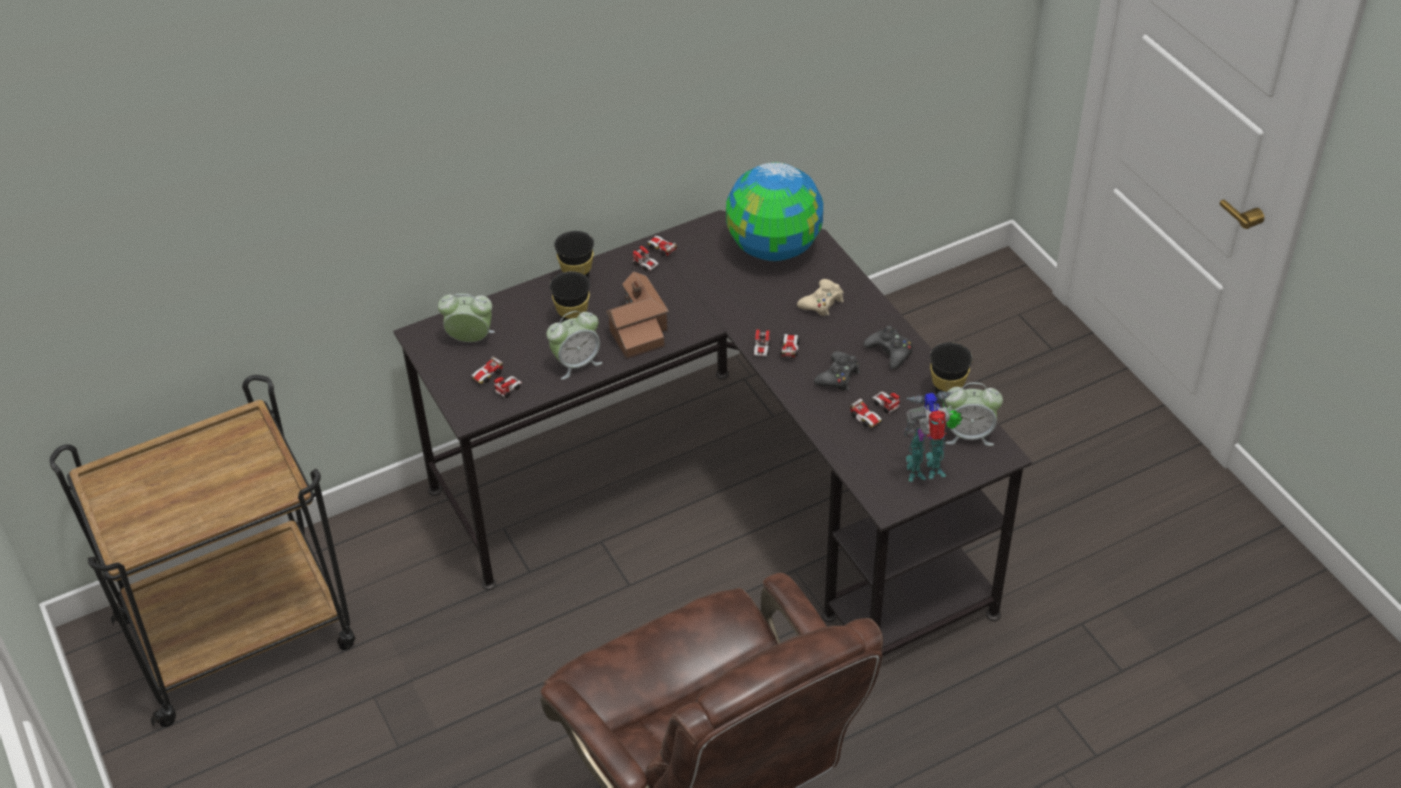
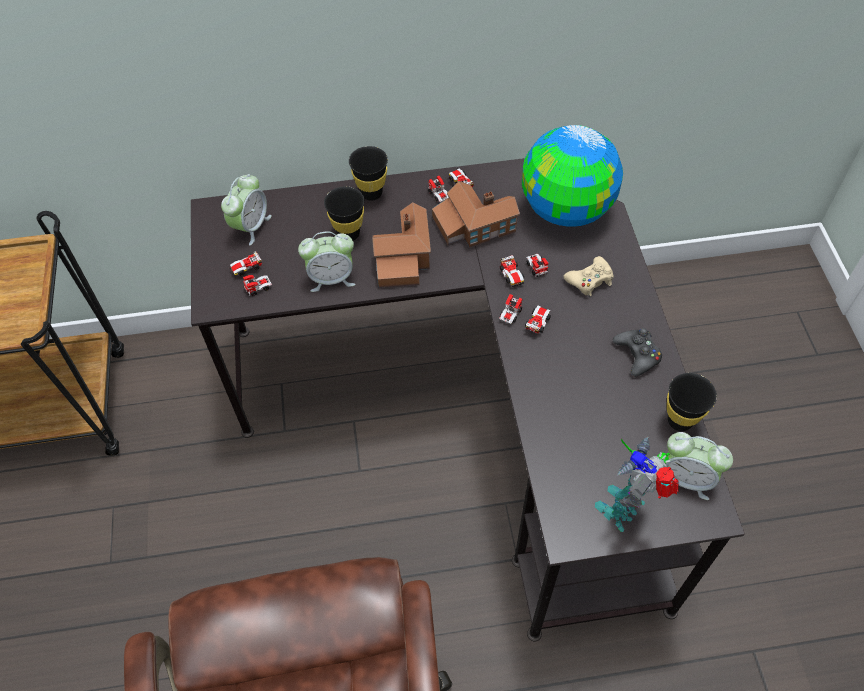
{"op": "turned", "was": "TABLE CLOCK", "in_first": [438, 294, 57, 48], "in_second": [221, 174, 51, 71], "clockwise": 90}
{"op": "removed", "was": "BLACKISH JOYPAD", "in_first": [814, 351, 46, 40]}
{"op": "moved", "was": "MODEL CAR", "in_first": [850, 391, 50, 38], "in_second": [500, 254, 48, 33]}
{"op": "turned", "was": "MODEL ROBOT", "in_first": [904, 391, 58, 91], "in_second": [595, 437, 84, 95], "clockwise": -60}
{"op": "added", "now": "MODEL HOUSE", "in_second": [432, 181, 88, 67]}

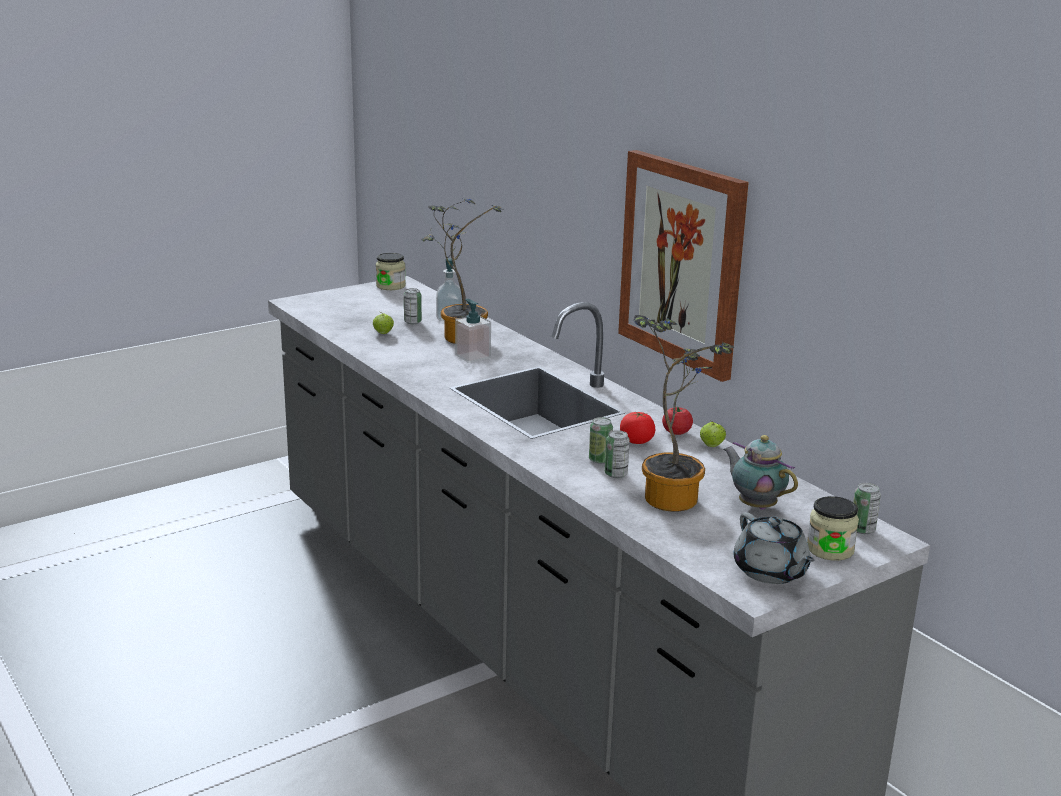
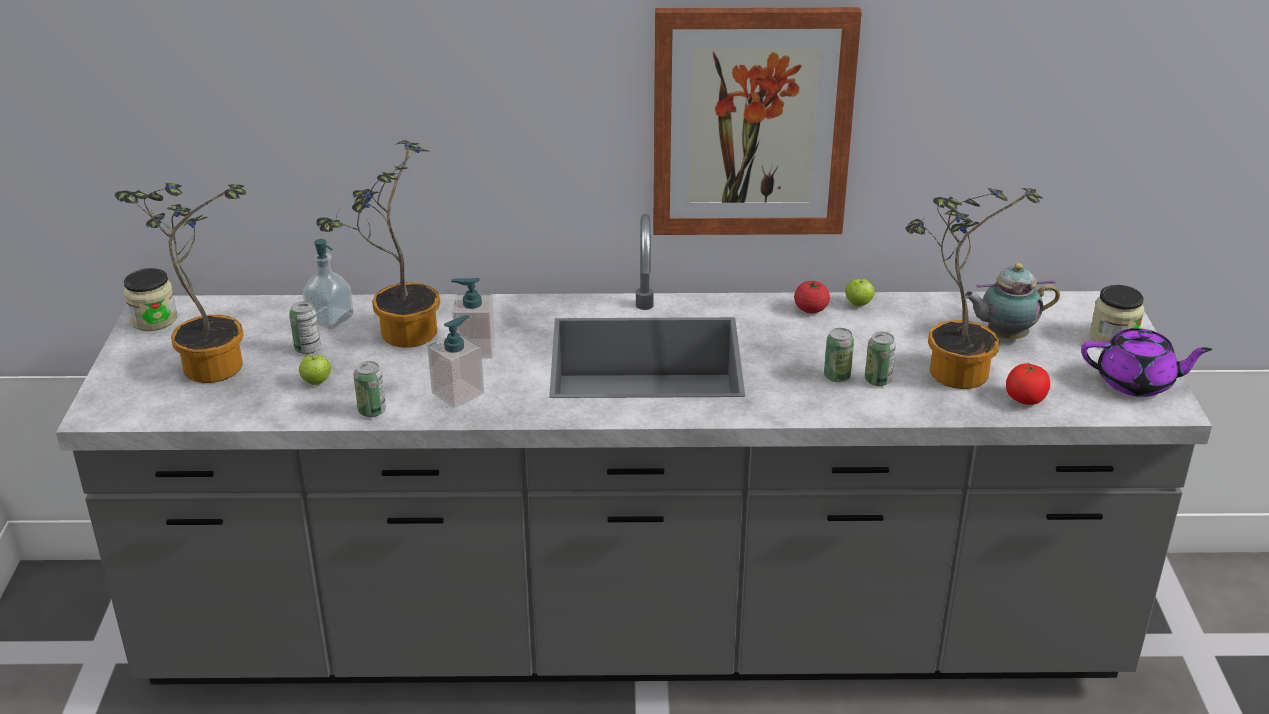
{"op": "moved", "was": "TOMATO", "in_first": [620, 412, 35, 32], "in_second": [1006, 363, 44, 42]}
{"op": "moved", "was": "CAN", "in_first": [853, 483, 28, 51], "in_second": [353, 361, 33, 56]}
{"op": "recoloured", "was": "GREY TEAPOT", "now": "PURPLE TEAPOT", "in_first": [734, 512, 81, 72], "in_second": [1081, 328, 131, 69]}
{"op": "added", "now": "PLANT IN A POT", "in_second": [115, 183, 131, 200]}
{"op": "added", "now": "SOAP DISPENSER", "in_second": [428, 315, 56, 93]}

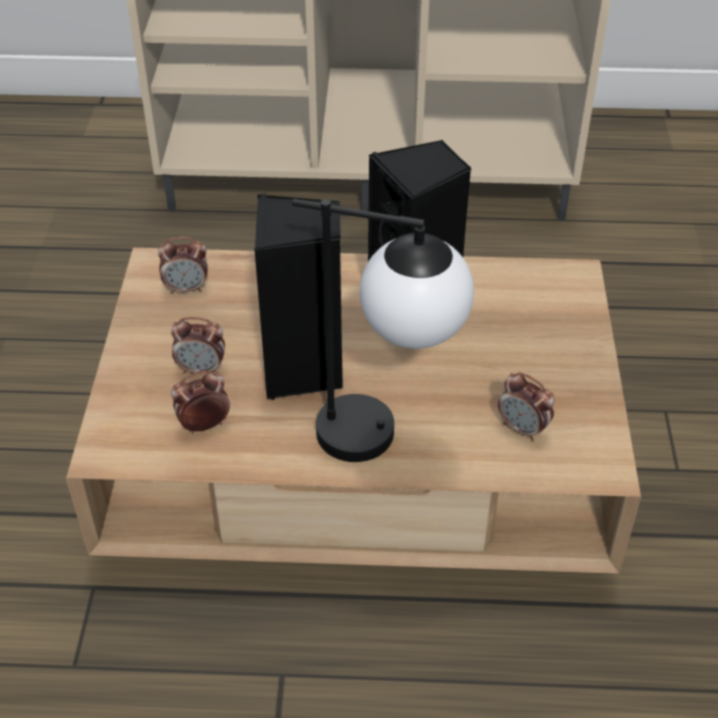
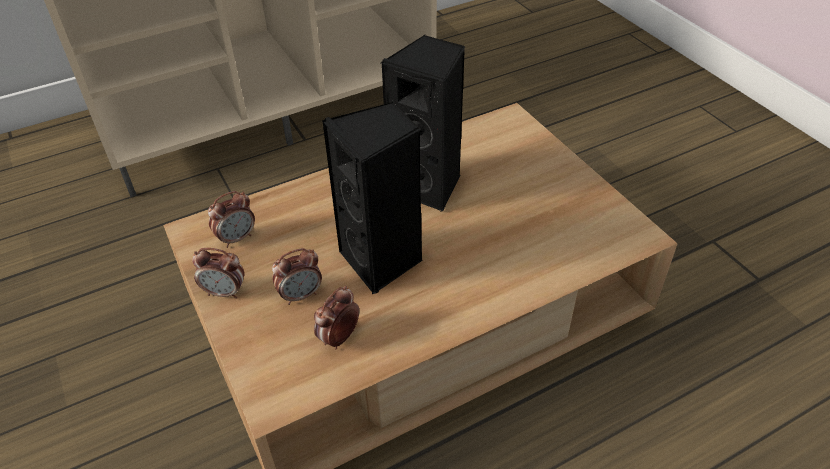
{"op": "removed", "was": "TABLE LAMP", "in_first": [292, 199, 182, 263]}
{"op": "moved", "was": "TABLE CLOCK", "in_first": [498, 372, 57, 69], "in_second": [192, 248, 53, 51]}

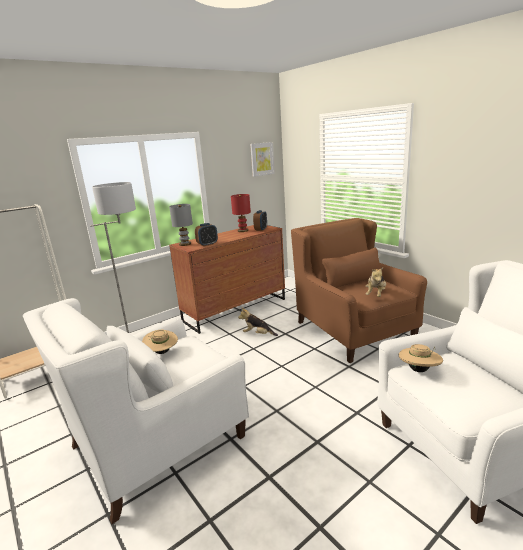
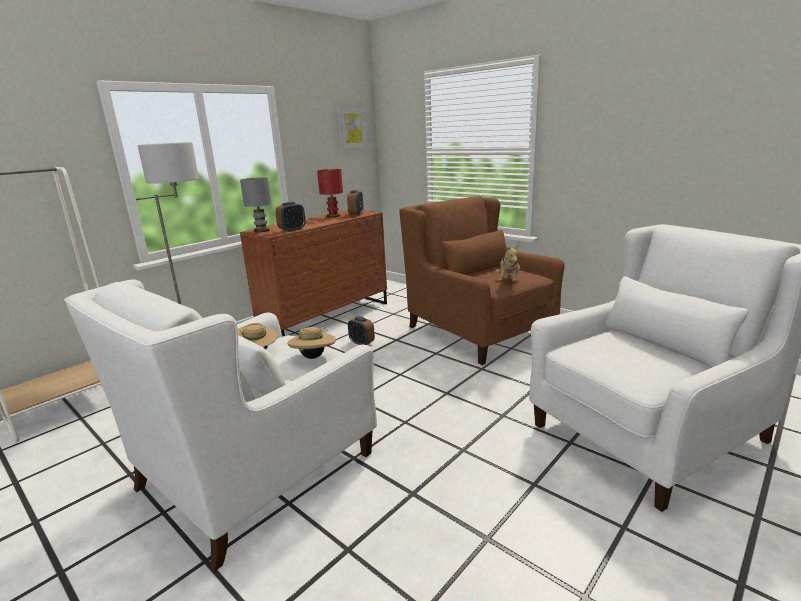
{"op": "replaced", "was": "CUDDLY TOY", "now": "TABLE CLOCK", "in_first": [238, 307, 40, 29], "in_second": [348, 316, 27, 29]}
{"op": "moved", "was": "SAND-COLOURED HAT", "in_first": [399, 344, 44, 28], "in_second": [287, 327, 49, 32]}

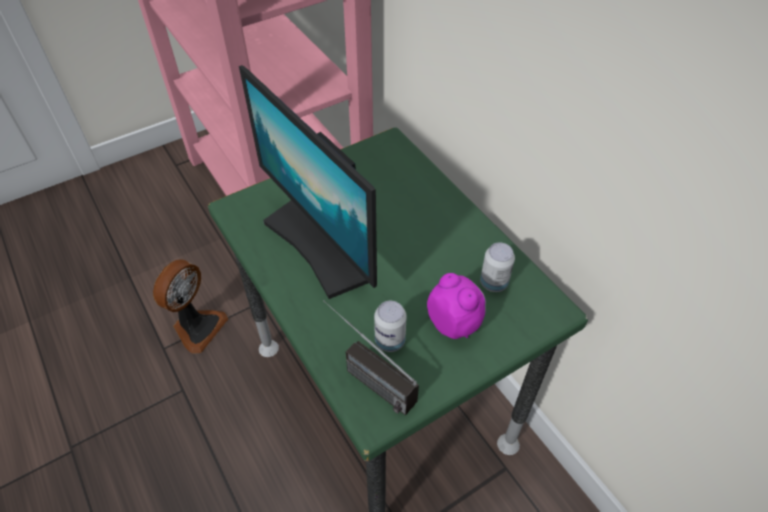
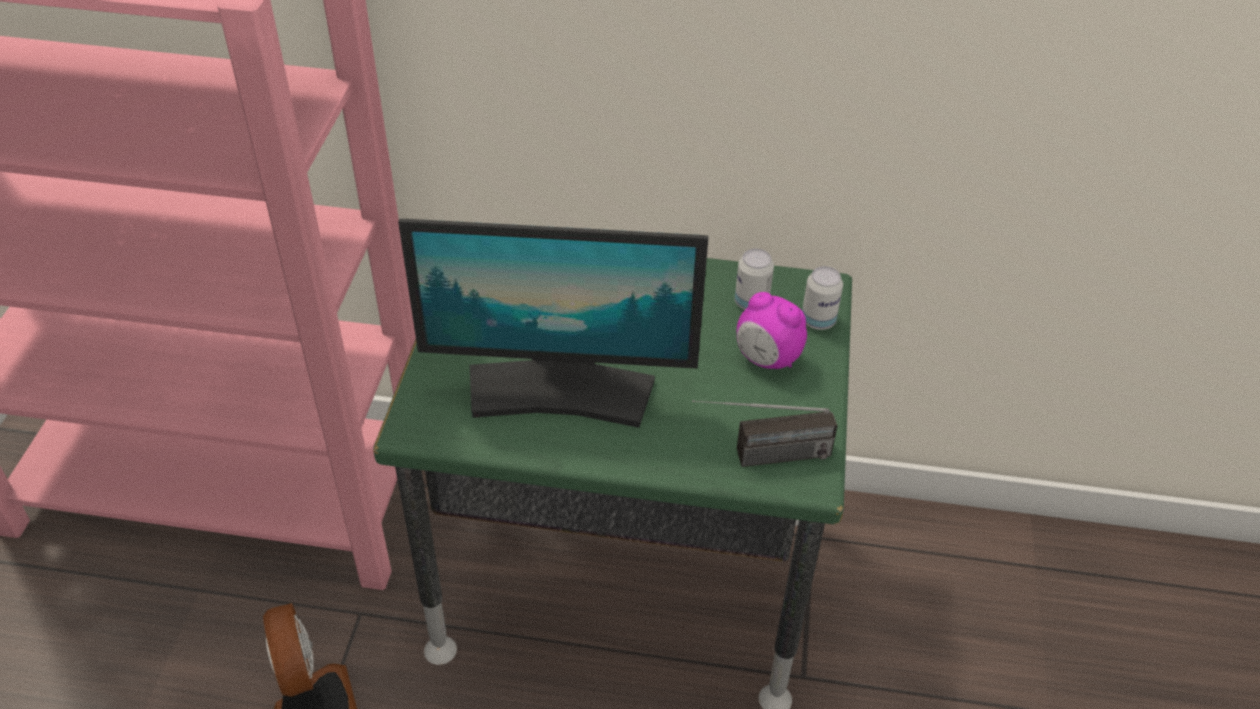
{"op": "turned", "was": "TABLE CLOCK", "in_first": [427, 273, 59, 66], "in_second": [737, 292, 70, 77], "clockwise": -150}
{"op": "moved", "was": "CAN", "in_first": [374, 301, 33, 51], "in_second": [802, 266, 41, 64]}

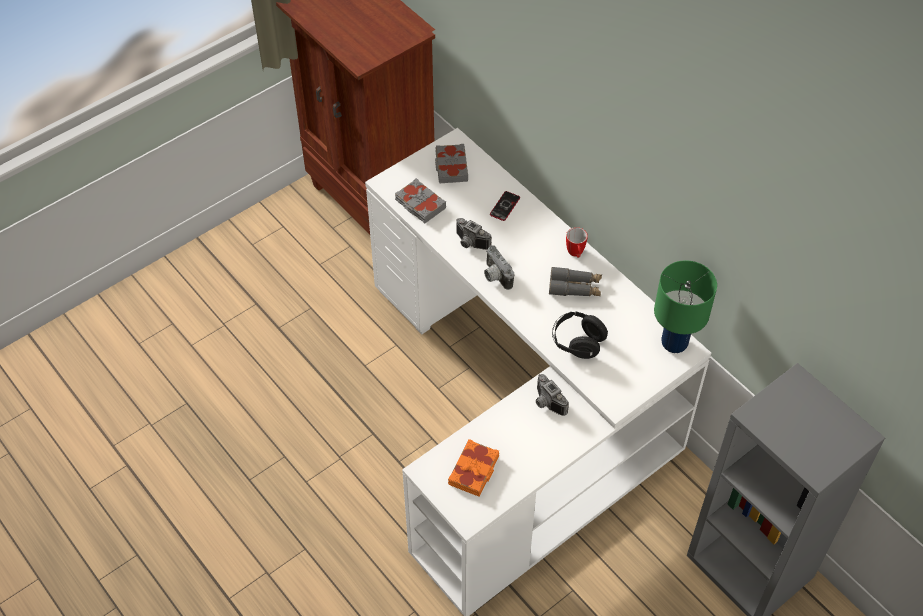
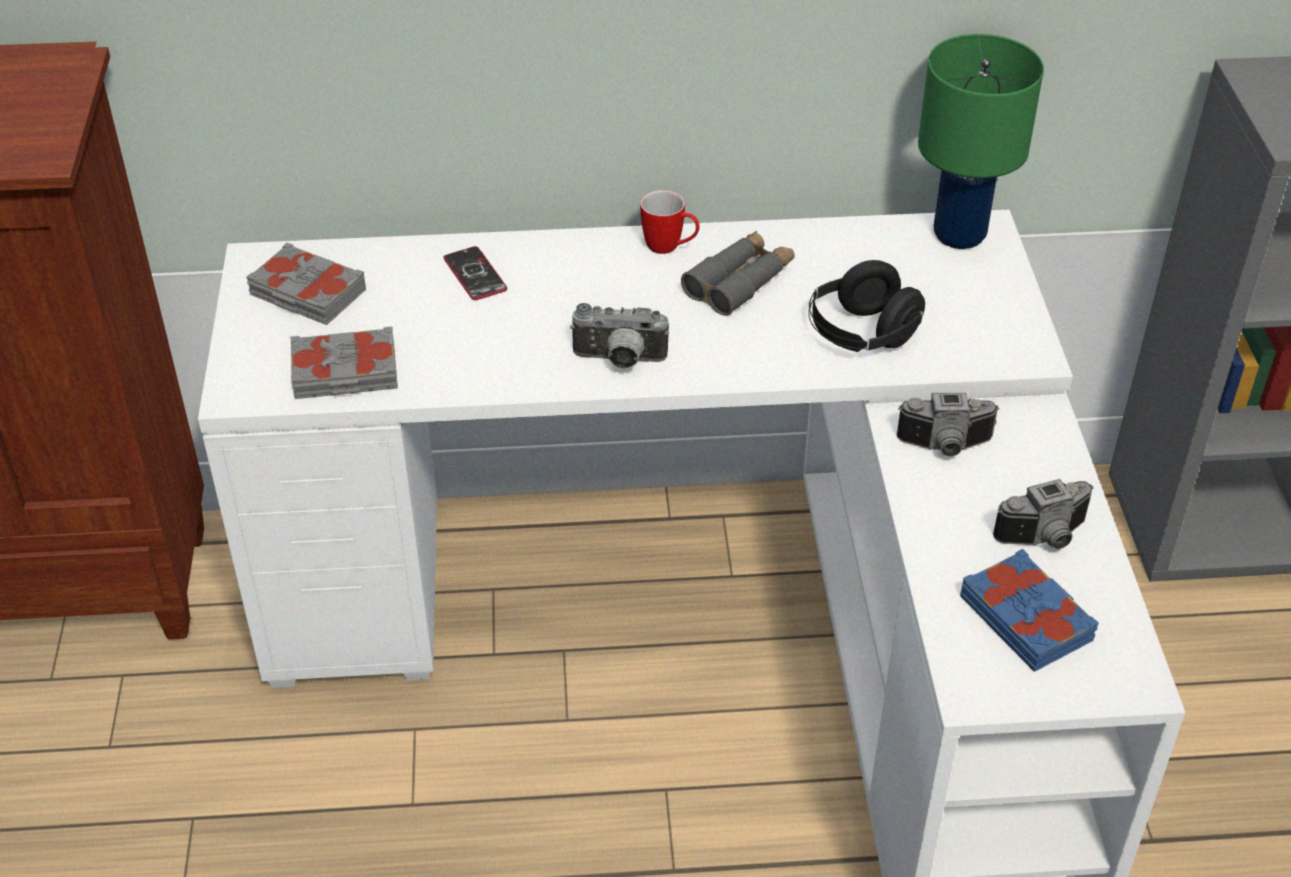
{"op": "moved", "was": "PHOTO CAMERA", "in_first": [456, 218, 36, 32], "in_second": [993, 479, 100, 70]}
{"op": "recoloured", "was": "ORANGE BOUND BOOK", "now": "BLUISH BOUND BOOK", "in_first": [448, 439, 51, 58], "in_second": [960, 549, 138, 123]}

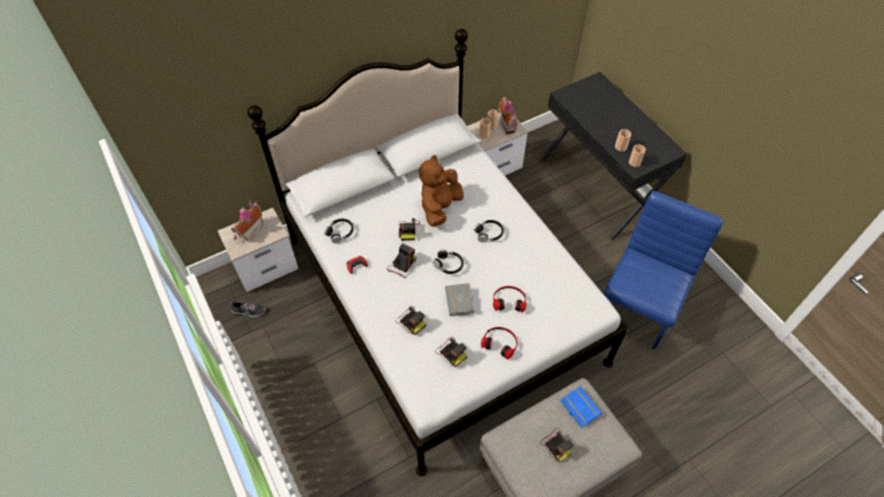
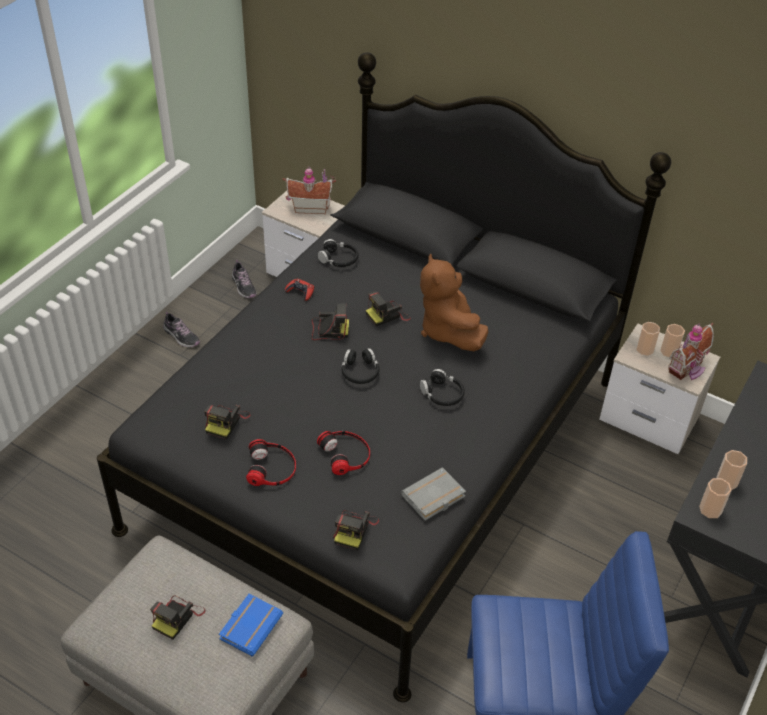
{"op": "recoloured", "was": "WHITE SLEEPING BED", "now": "BLACKISH SLEEPING BED", "in_first": [247, 29, 381, 447], "in_second": [97, 53, 574, 649]}
{"op": "turned", "was": "BROWNISH CUDDLY TOY", "in_first": [418, 155, 46, 72], "in_second": [420, 253, 68, 98], "clockwise": -105}
{"op": "moved", "was": "GREY BOUND BOOK", "in_first": [445, 283, 30, 33], "in_second": [401, 467, 65, 54]}
{"op": "moved", "was": "PHOTO CAMERA", "in_first": [397, 306, 29, 29], "in_second": [333, 510, 46, 40]}
{"op": "added", "now": "SHOE", "in_second": [163, 311, 37, 36]}

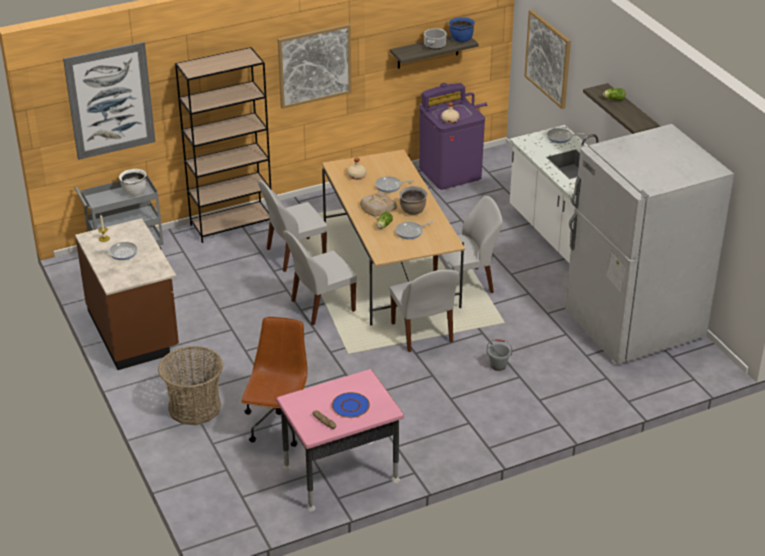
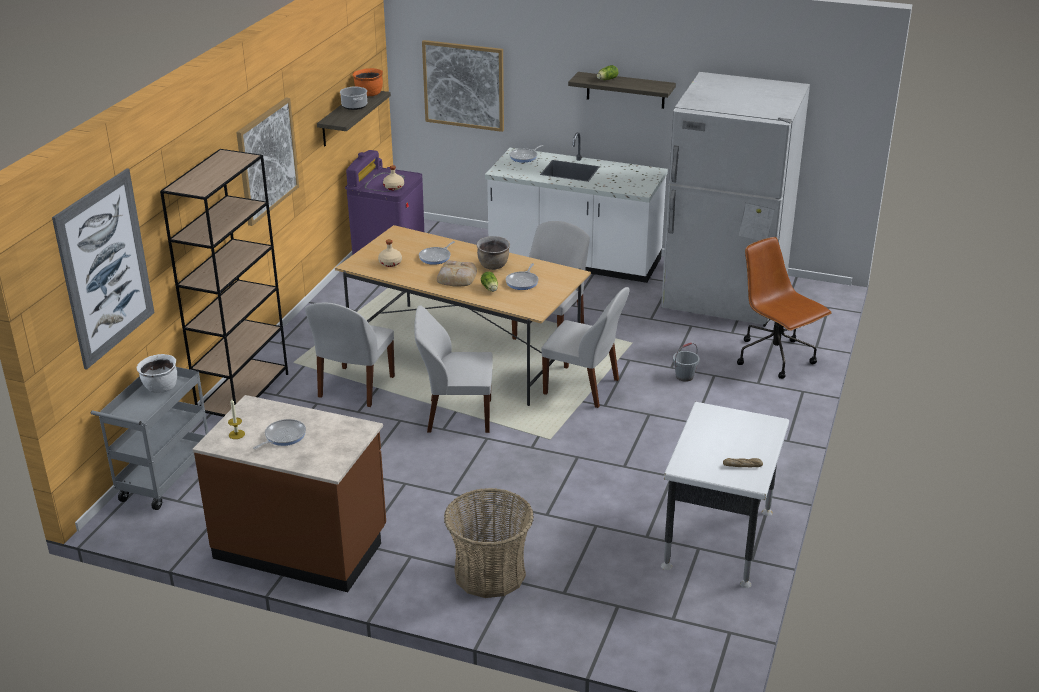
{"op": "recoloured", "was": "BLUISH STOCKPOT", "now": "ORANGE STOCKPOT", "in_first": [449, 17, 26, 25], "in_second": [353, 68, 30, 28]}
{"op": "turned", "was": "WHITE UPRIGHT CHAIR", "in_first": [283, 231, 74, 94], "in_second": [414, 305, 79, 128], "clockwise": 75}
{"op": "moved", "was": "BROWNISH OFFICE CHAIR", "in_first": [241, 317, 67, 130], "in_second": [737, 237, 95, 142]}
{"op": "recoloured", "was": "PINK-COLOURED DESK TABLE", "now": "WHITE DESK TABLE", "in_first": [276, 369, 128, 142], "in_second": [661, 402, 128, 186]}
{"op": "removed", "was": "BLUISH FLAT DISH", "in_first": [332, 392, 38, 26]}

